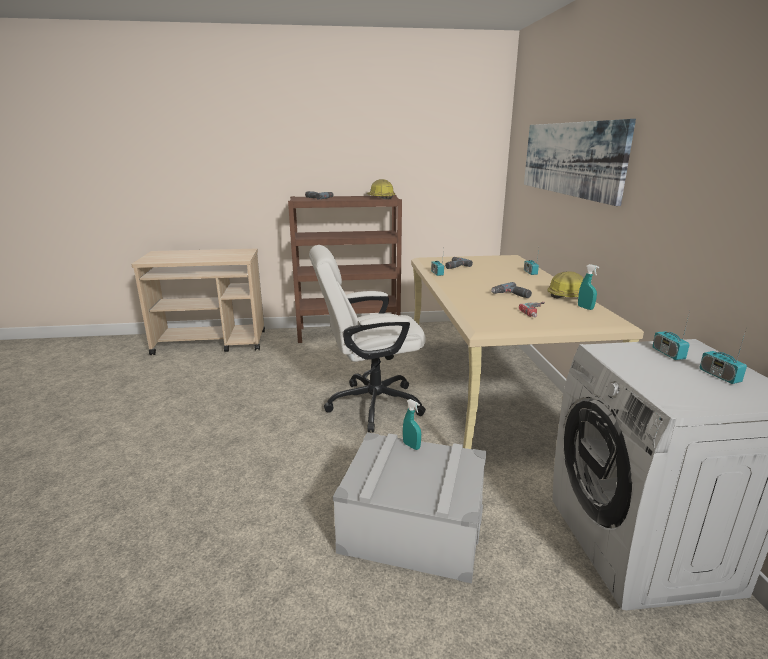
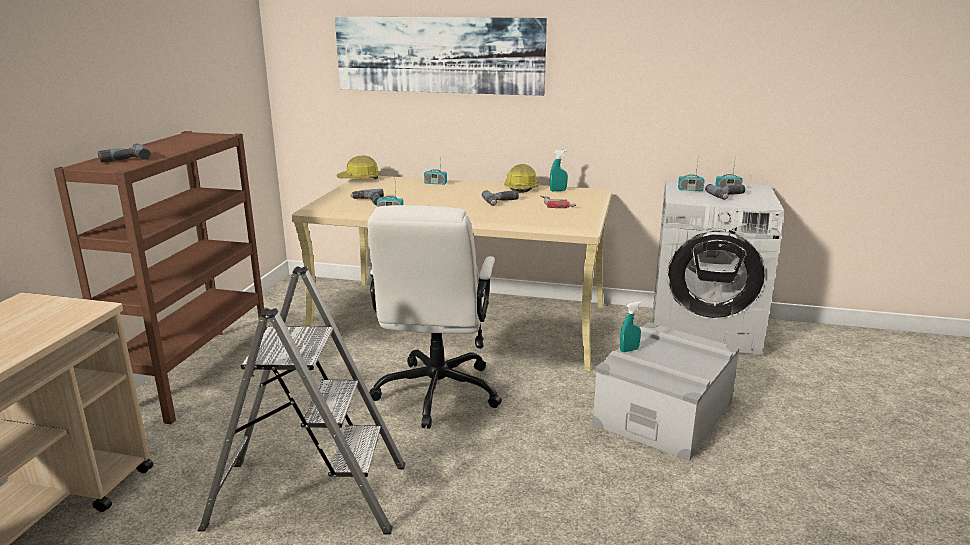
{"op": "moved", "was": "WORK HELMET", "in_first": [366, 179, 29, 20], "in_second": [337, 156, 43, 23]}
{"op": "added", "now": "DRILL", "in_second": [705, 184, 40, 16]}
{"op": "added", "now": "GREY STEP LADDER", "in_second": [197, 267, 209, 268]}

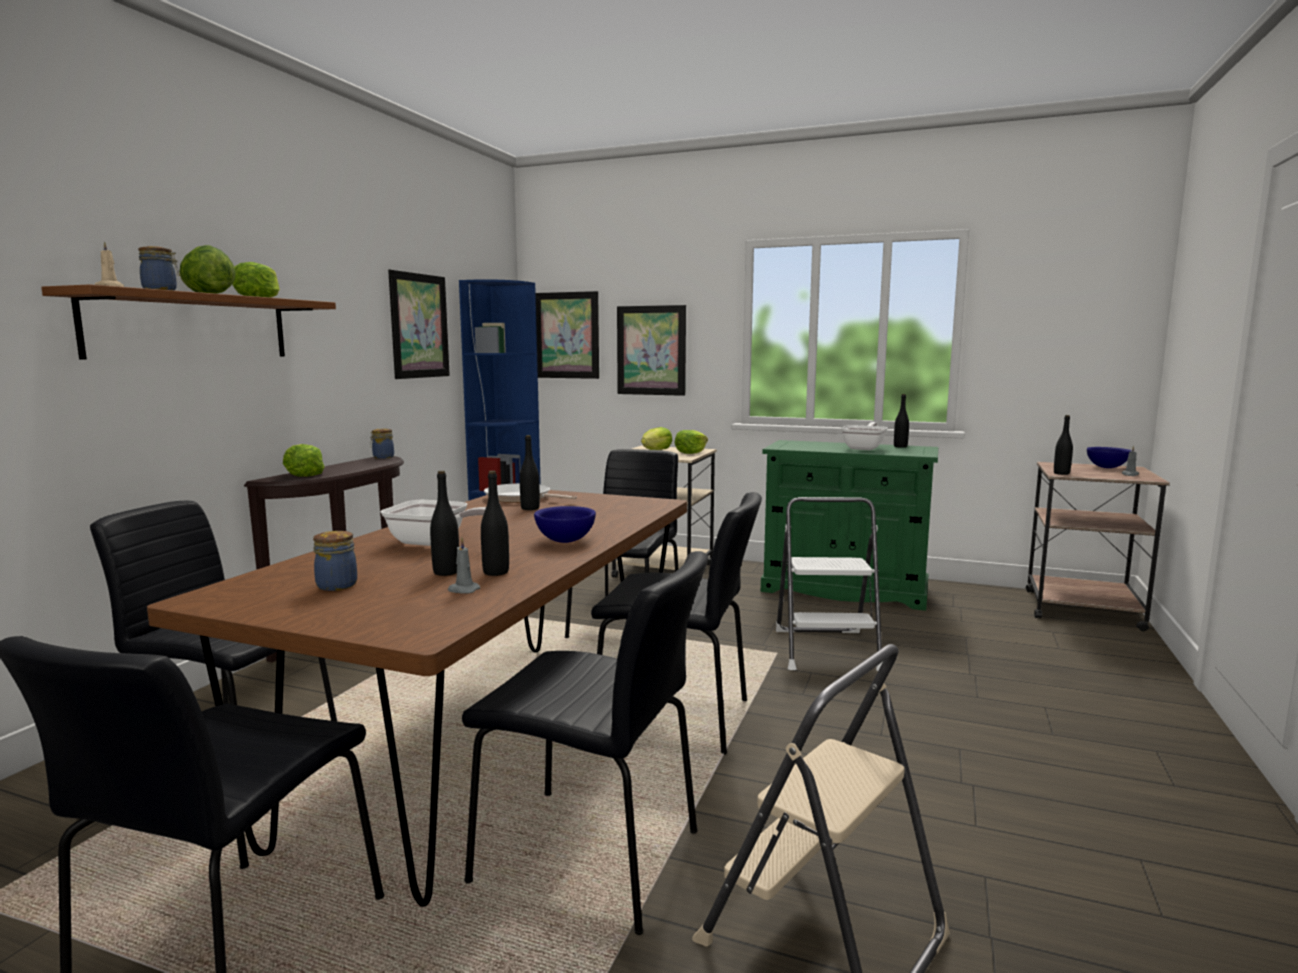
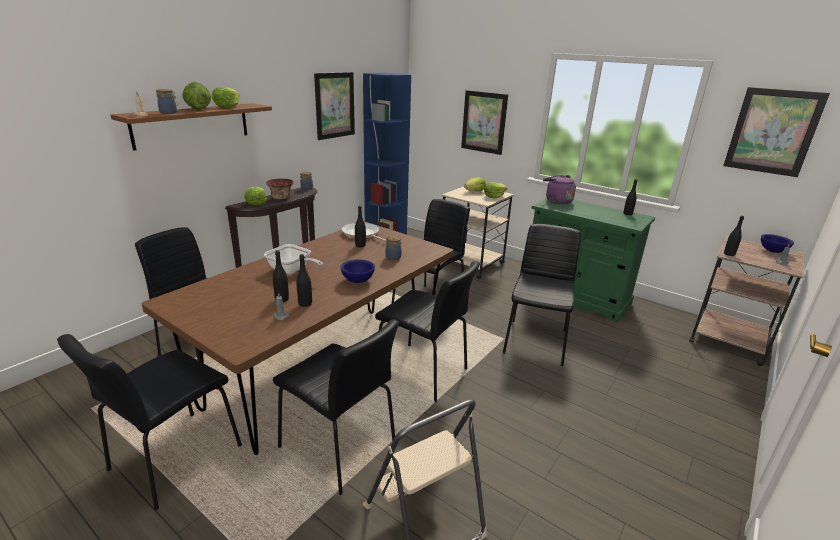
{"op": "moved", "was": "WALL ART", "in_first": [536, 291, 63, 88], "in_second": [723, 87, 107, 90]}
{"op": "removed", "was": "PAN", "in_first": [840, 422, 48, 28]}
{"op": "replaced", "was": "WHITE STEP LADDER", "now": "BLACKISH UPRIGHT CHAIR", "in_first": [776, 497, 107, 174], "in_second": [502, 224, 79, 142]}
{"op": "moved", "was": "PRESERVE JAR", "in_first": [313, 531, 44, 60], "in_second": [386, 236, 15, 24]}
{"op": "added", "now": "PURPLE TEA KETTLE", "in_second": [543, 175, 33, 29]}
{"op": "added", "now": "DEEP DISH", "in_second": [266, 178, 28, 22]}

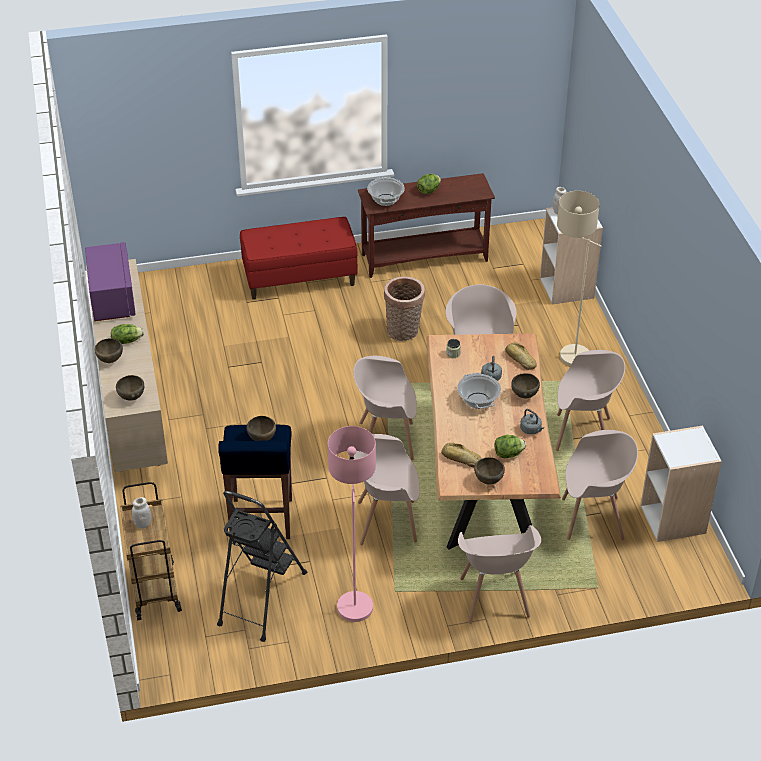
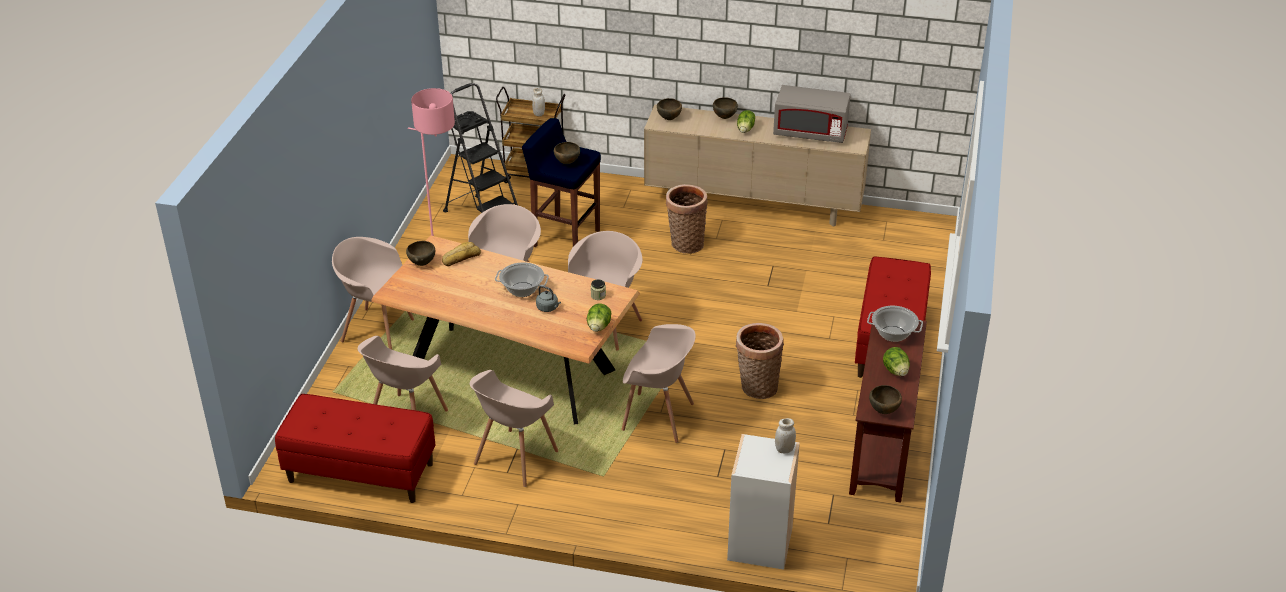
{"op": "removed", "was": "SAND-COLOURED FLOOR LAMP", "in_first": [557, 191, 44, 175]}
{"op": "recoloured", "was": "PURPLE KITCHEN MICROWAVE", "now": "GREY KITCHEN MICROWAVE", "in_first": [85, 242, 51, 79], "in_second": [773, 85, 78, 58]}
{"op": "removed", "was": "BAKERY BREAD", "in_first": [505, 342, 32, 28]}
{"op": "moved", "was": "BROWNISH DEEP DISH", "in_first": [511, 373, 29, 25], "in_second": [869, 385, 33, 29]}
{"op": "removed", "was": "GREY TEA KETTLE", "in_first": [520, 409, 24, 26]}
{"op": "replaced", "was": "BOOKSHELF", "now": "RED-COLOURED INDOOR BENCH", "in_first": [640, 426, 82, 116], "in_second": [275, 394, 161, 109]}
{"op": "moved", "was": "HEAD OF LETTUCE", "in_first": [494, 435, 32, 23], "in_second": [587, 304, 24, 28]}
{"op": "added", "now": "HOUSEHOLD BASKET", "in_second": [666, 184, 42, 70]}

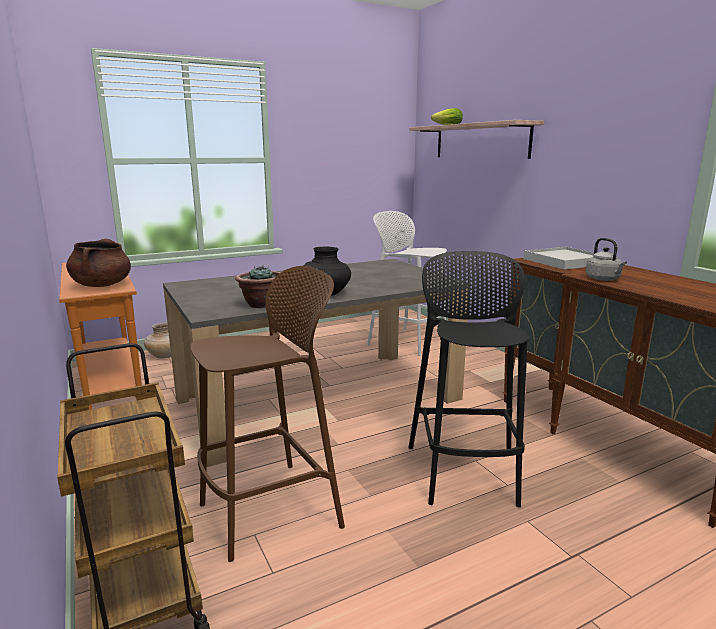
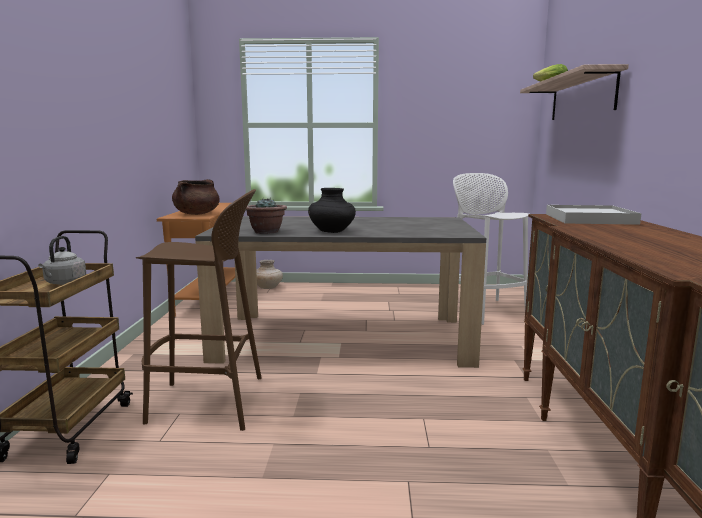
{"op": "moved", "was": "GREY TEA KETTLE", "in_first": [586, 238, 41, 43], "in_second": [38, 236, 48, 49]}
{"op": "removed", "was": "BLACKISH SITTING STOOL", "in_first": [408, 251, 122, 256]}

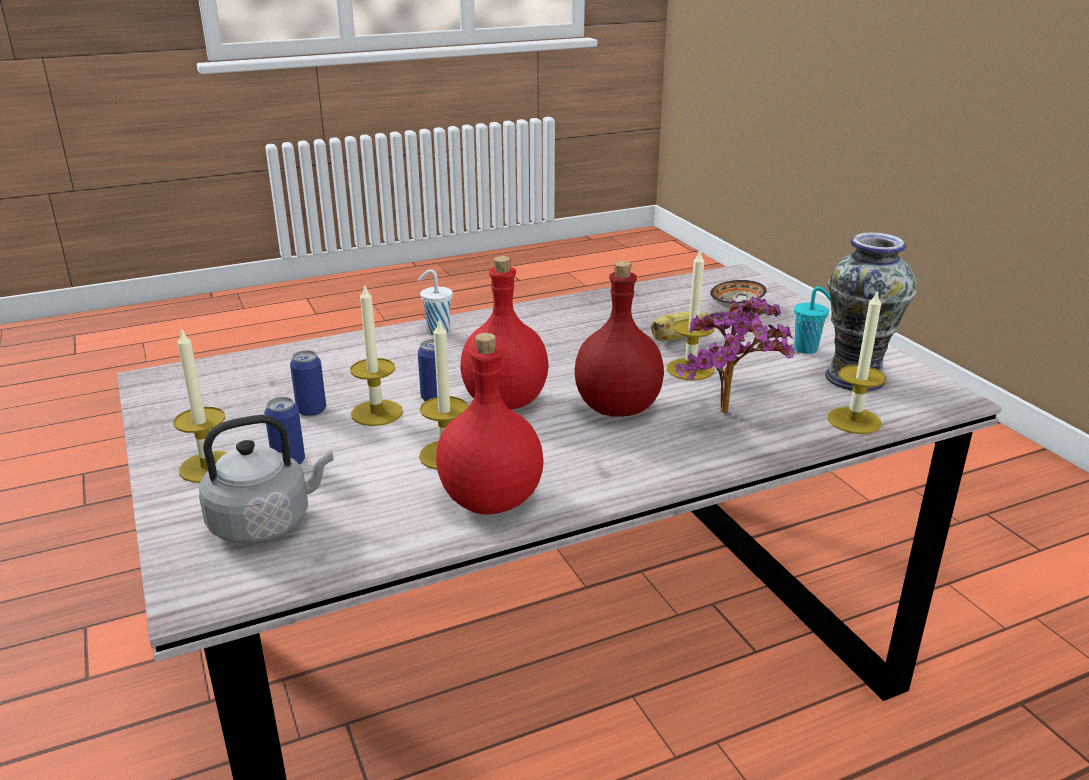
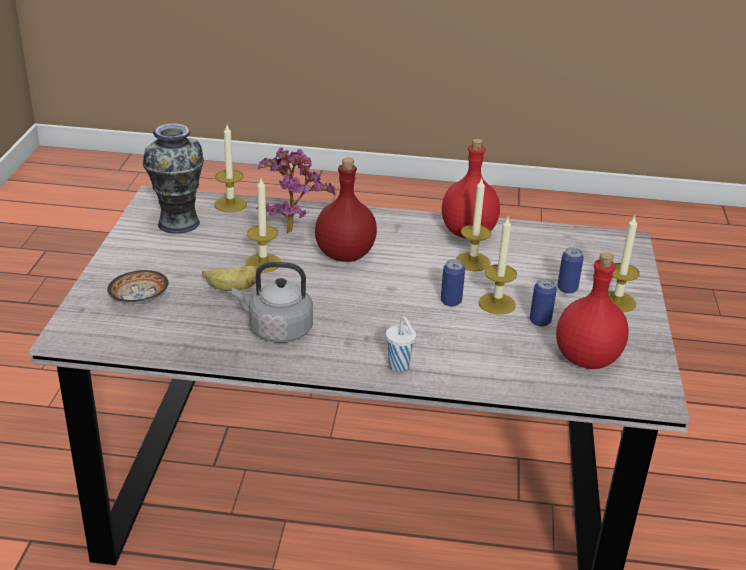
{"op": "moved", "was": "RED-COLOURED BEVERAGE BOTTLE", "in_first": [461, 256, 88, 154], "in_second": [556, 252, 73, 117]}
{"op": "removed", "was": "TURQUOISE SMALL CUP", "in_first": [794, 286, 37, 68]}
{"op": "moved", "was": "GREY TEA KETTLE", "in_first": [199, 415, 135, 129], "in_second": [232, 262, 81, 81]}

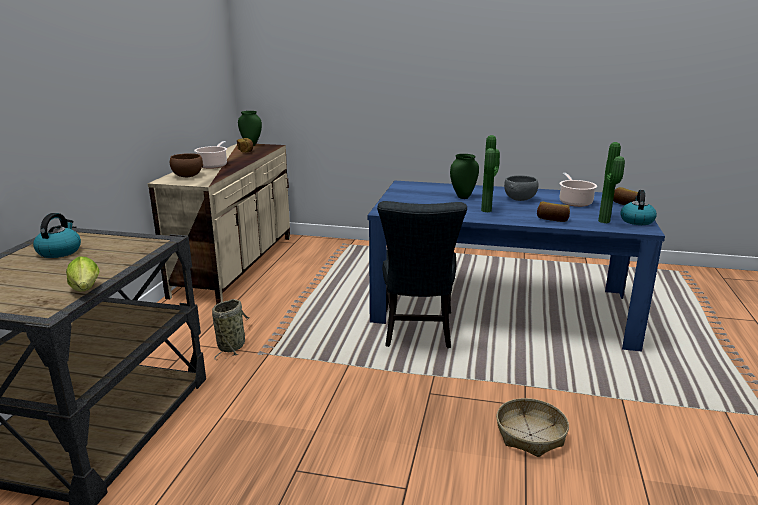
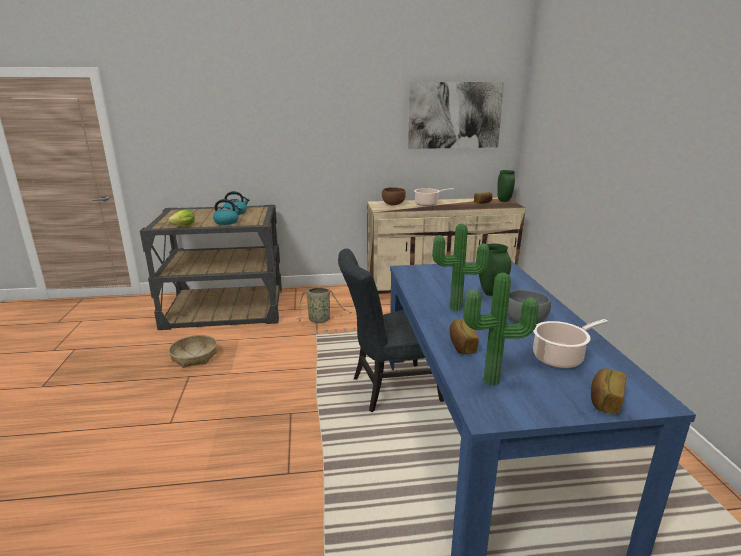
{"op": "moved", "was": "TEA KETTLE", "in_first": [620, 190, 37, 35], "in_second": [213, 199, 28, 26]}
{"op": "moved", "was": "HOUSEHOLD BASKET", "in_first": [496, 398, 73, 59], "in_second": [169, 335, 48, 33]}
{"op": "added", "now": "WALL ART", "in_second": [408, 82, 96, 67]}

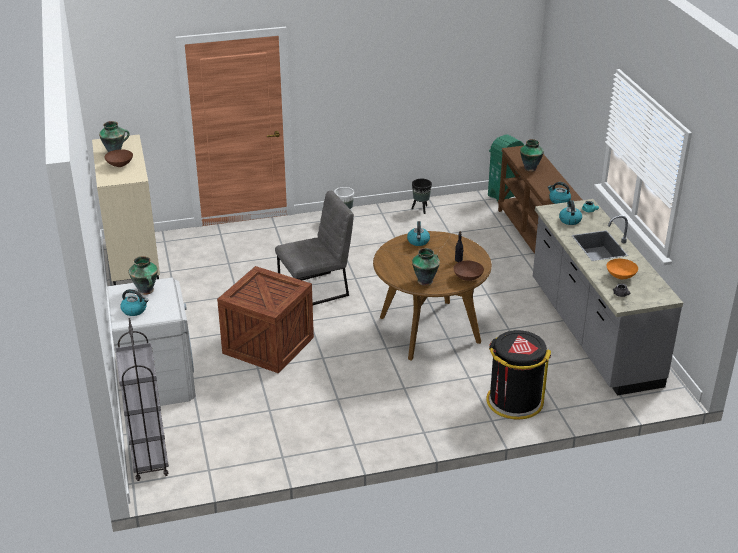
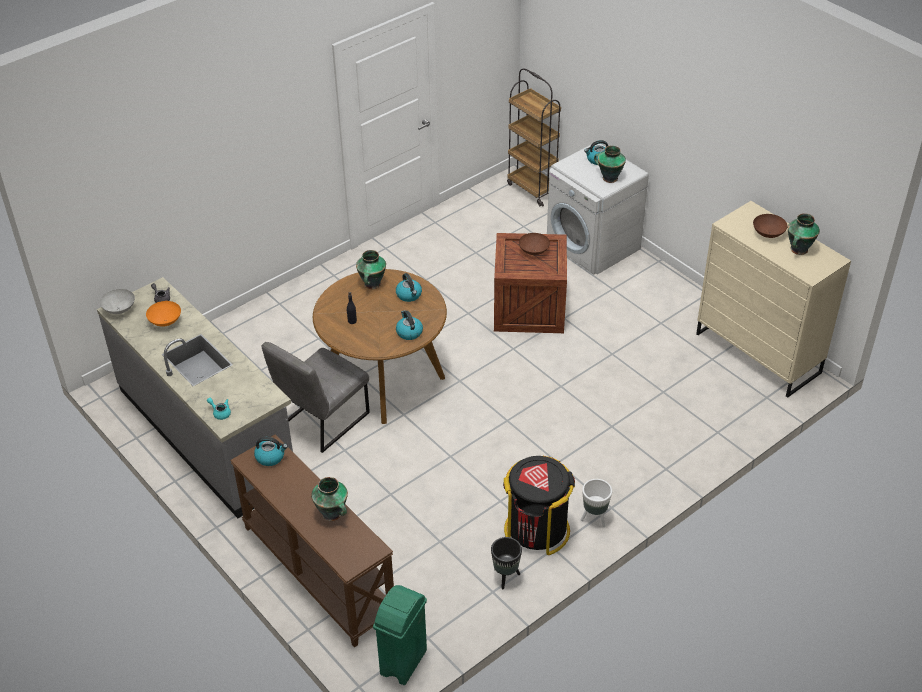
{"op": "moved", "was": "GREY UPRIGHT CHAIR", "in_first": [275, 190, 79, 115], "in_second": [261, 342, 109, 111]}
{"op": "moved", "was": "TEA KETTLE", "in_first": [559, 200, 23, 25], "in_second": [396, 273, 26, 29]}
{"op": "moved", "was": "BROWNISH DEEP DISH", "in_first": [453, 261, 31, 20], "in_second": [519, 233, 31, 22]}
{"op": "recoloured", "was": "GREY CART", "now": "BROWNISH CART", "in_first": [116, 318, 53, 163], "in_second": [507, 68, 54, 139]}
{"op": "moved", "was": "BLACKISH TRASH CAN", "in_first": [486, 330, 65, 90], "in_second": [503, 456, 72, 99]}
{"op": "added", "now": "GREY DEEP DISH", "in_second": [100, 289, 35, 25]}

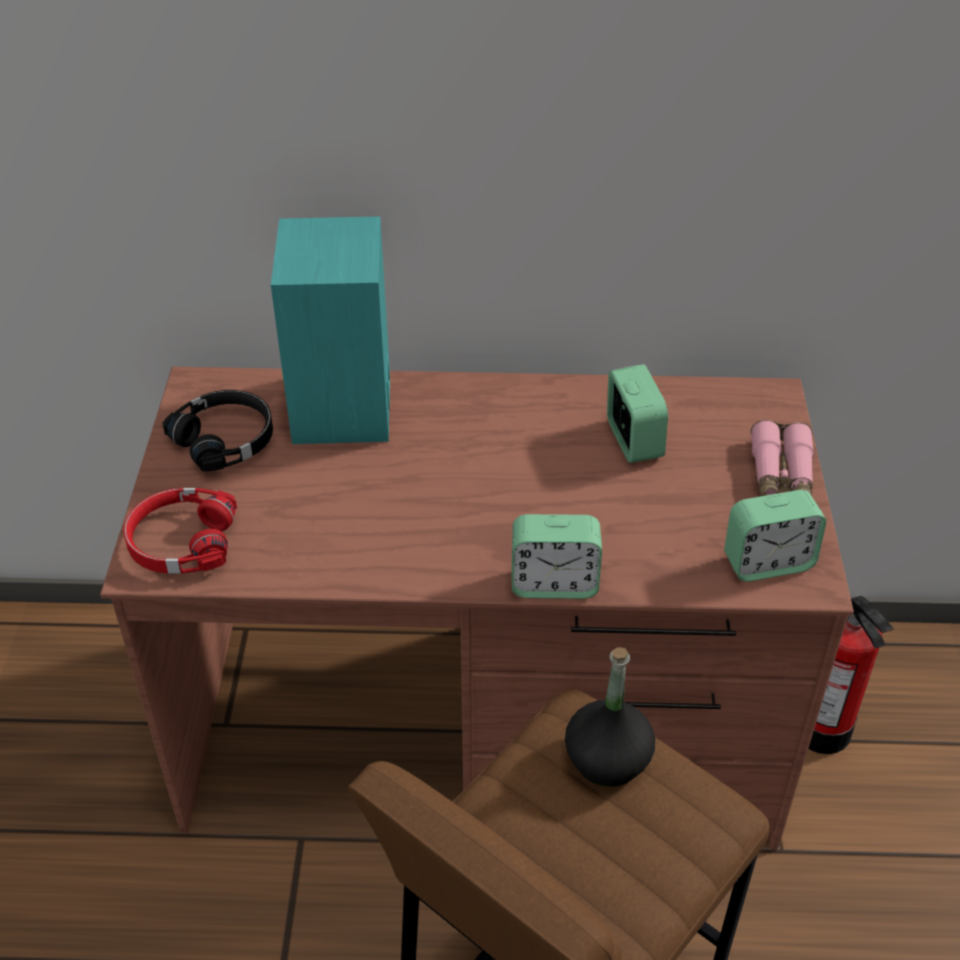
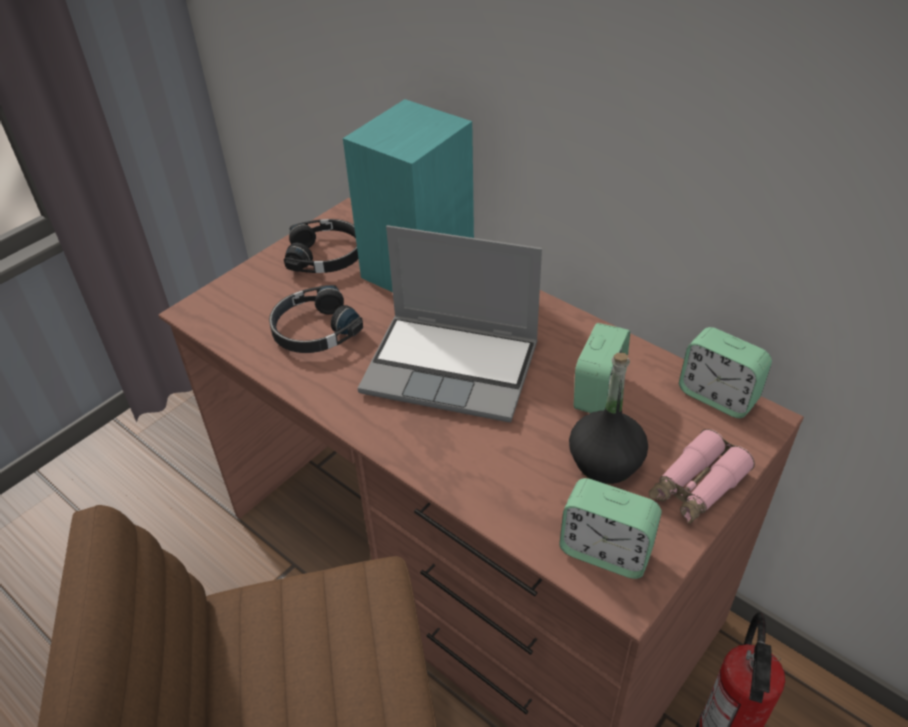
{"op": "removed", "was": "RED-COLOURED HEADSET", "in_first": [124, 488, 113, 85]}
{"op": "moved", "was": "TABLE CLOCK", "in_first": [512, 514, 90, 85], "in_second": [679, 327, 93, 91]}
{"op": "moved", "was": "BLACKISH BEVERAGE BOTTLE", "in_first": [565, 647, 90, 140], "in_second": [569, 353, 79, 131]}
{"op": "added", "now": "PORTABLE COMPUTER", "in_second": [358, 225, 184, 197]}
{"op": "added", "now": "BLACKISH HEADSET", "in_second": [269, 285, 94, 68]}

